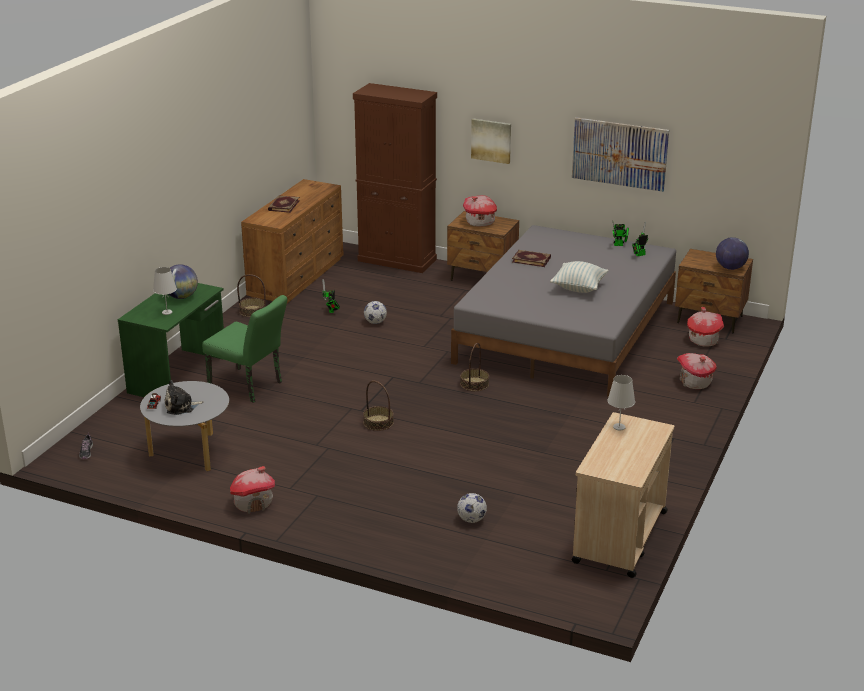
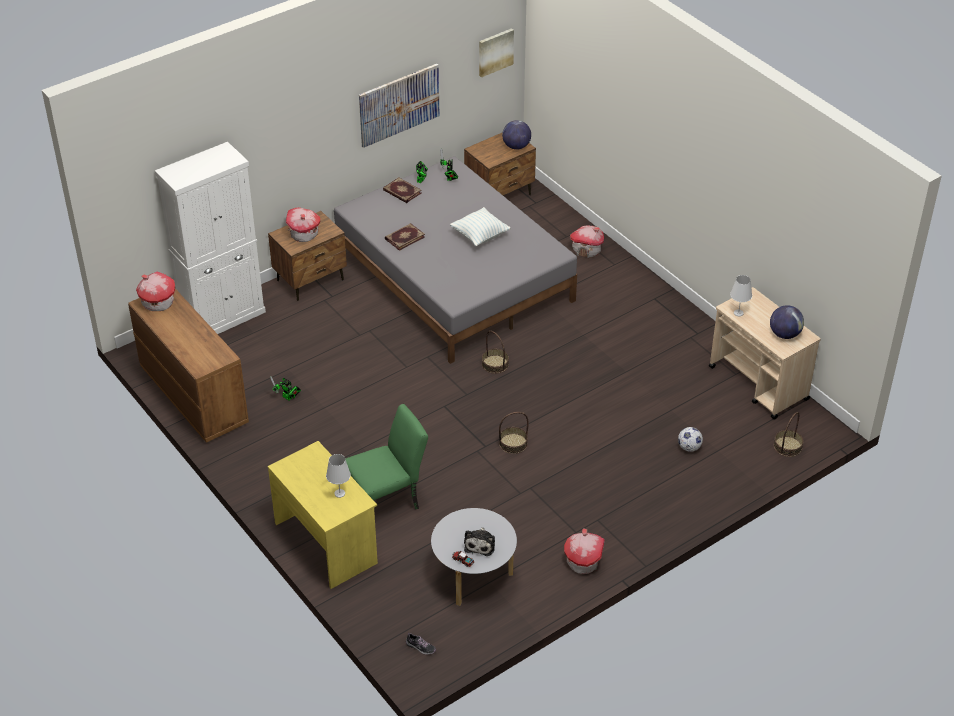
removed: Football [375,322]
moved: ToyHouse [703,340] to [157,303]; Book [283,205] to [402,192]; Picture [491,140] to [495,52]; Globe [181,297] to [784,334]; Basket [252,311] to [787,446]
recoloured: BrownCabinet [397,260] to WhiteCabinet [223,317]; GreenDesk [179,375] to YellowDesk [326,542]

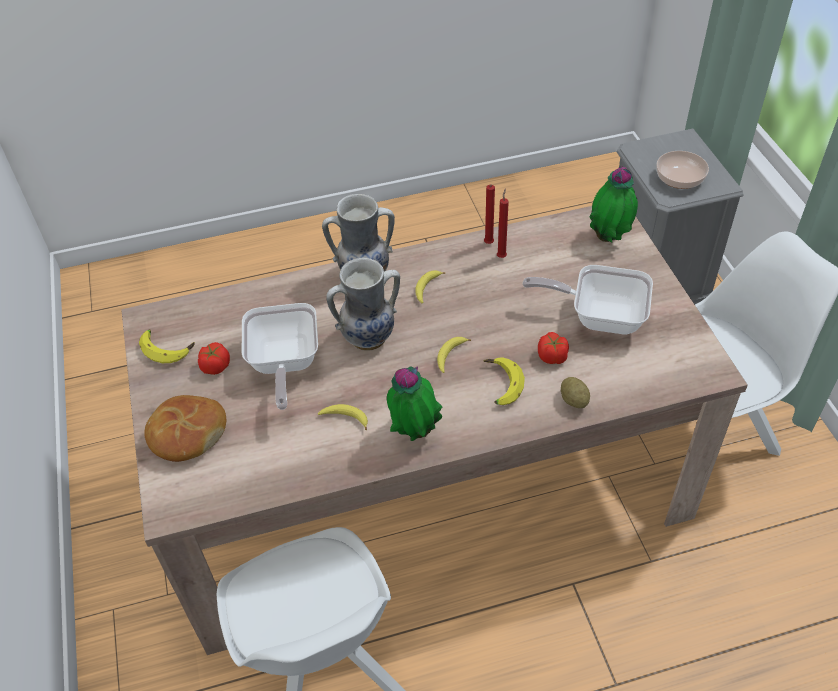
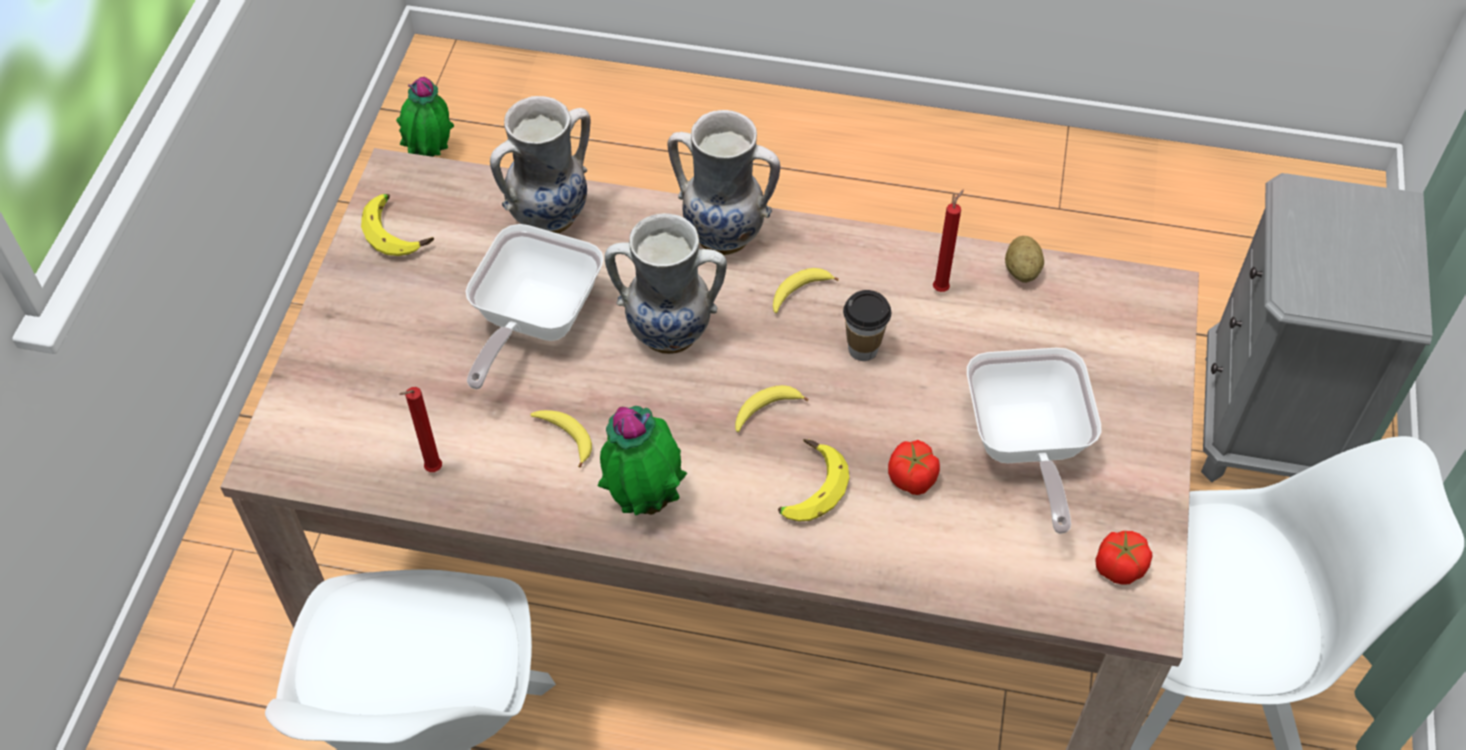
removed: Bread [187,434]; Bowl [679,179]
added: Vase [550,218]; Cup [863,349]
moved: PottedPlant [609,238] to [431,157]; RedCandle [488,244] to [431,471]; Potato [574,400] to [1021,271]; Tomato [215,366] to [1118,567]
turned: FryingPan [599,316] = [1025,447] 135 degrees counterclockwise

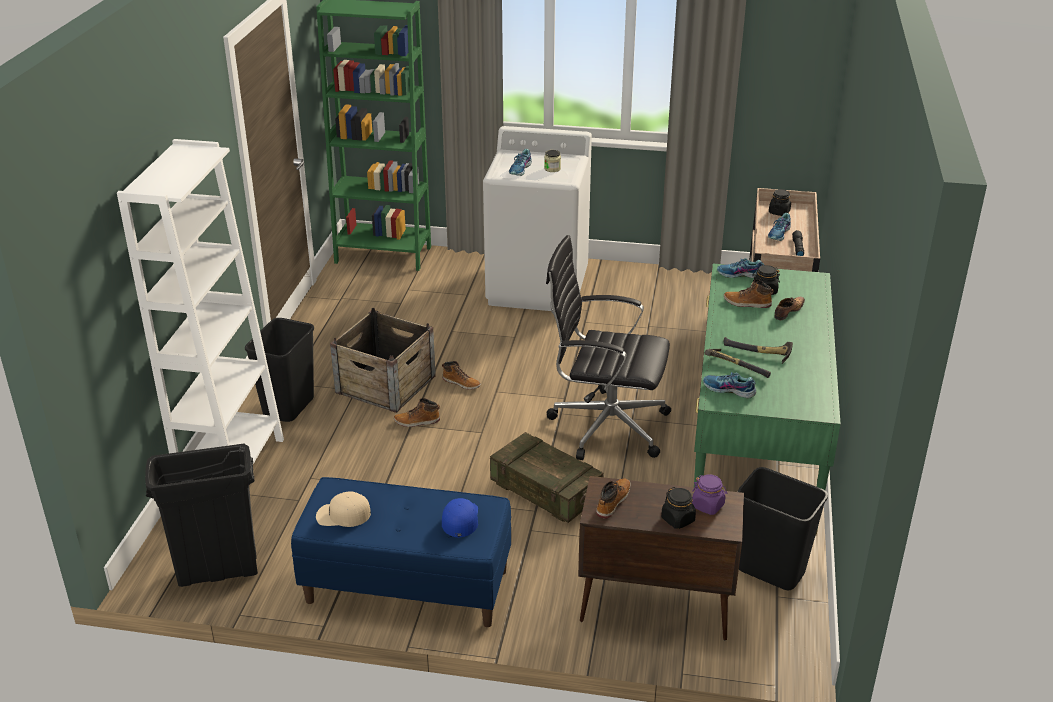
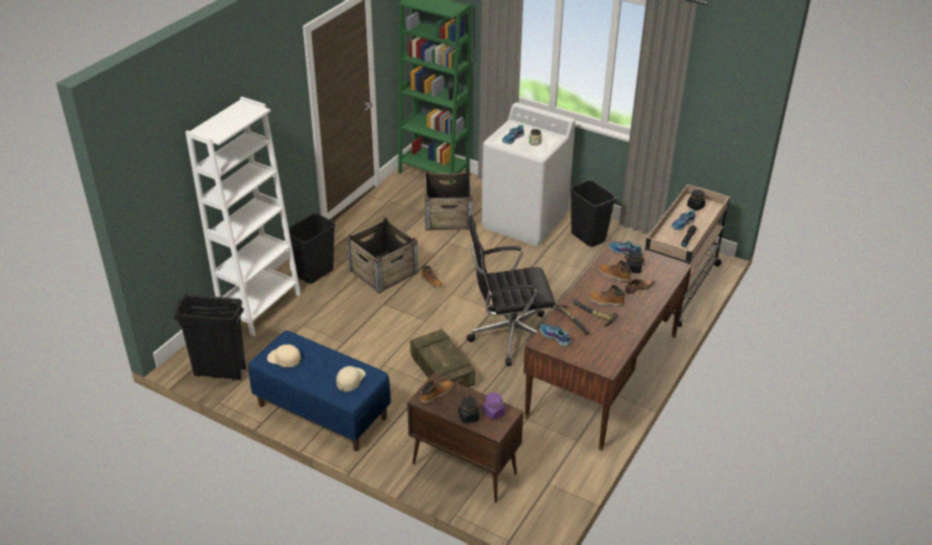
added: Crate [448,216]
moved: BlackTrashCan [770,571] to [587,237]; Boot [417,422] to [606,302]
recoloured: BlueCap [460,519] to BeigeCap [350,379]; GreenDesk [756,444] to BrownDesk [603,375]
turned: BlackOfficeChair [605,425] = [509,336] 45 degrees counterclockwise

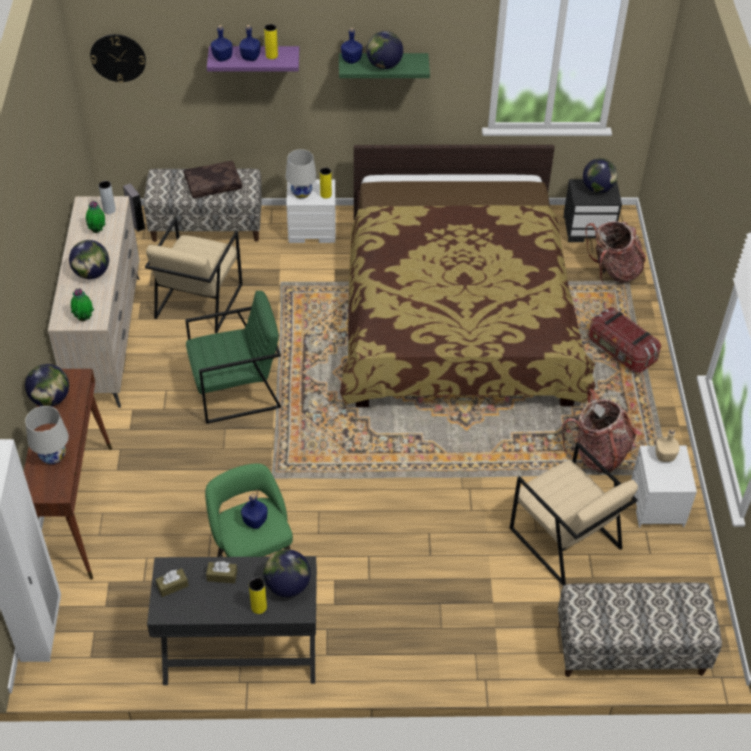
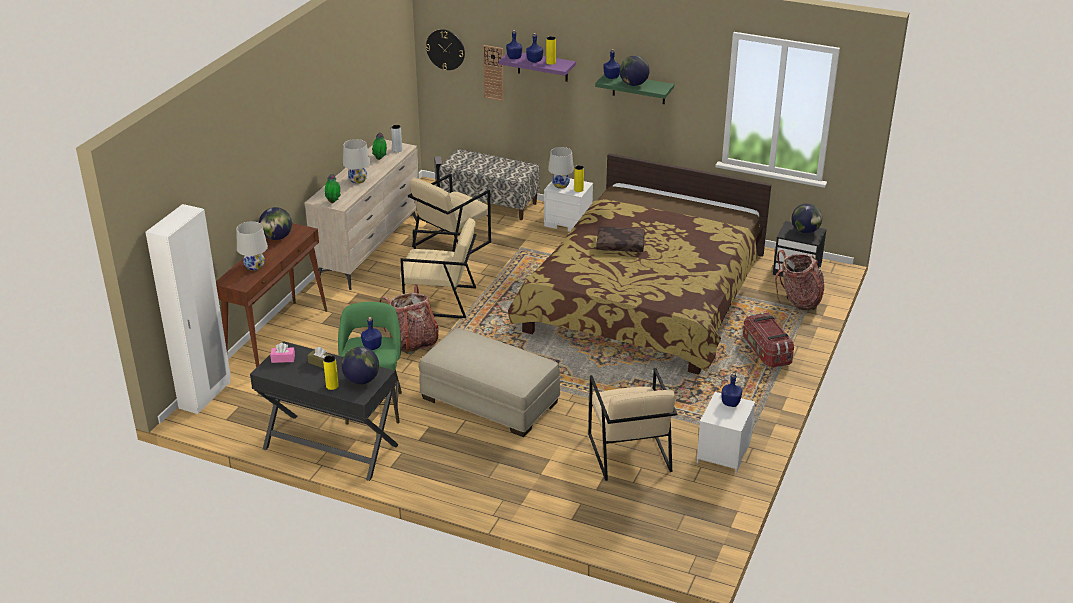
removed: Bench [630,649]
added: BeigeOttoman [489,400]; WallClock [493,72]
moved: Backpack [598,454] to [413,342]; BrownPillow [213,184] to [620,244]
replaced: Globe [92,274] to WhiteTableLamp [358,180]
recoloured: BrownTissueBox [172,586] to PinkTissueBox [283,359]; GreenArmchair [236,390] to BeigeArmchair [440,300]; BeigeBottle [665,456] to BlueBottle [731,403]

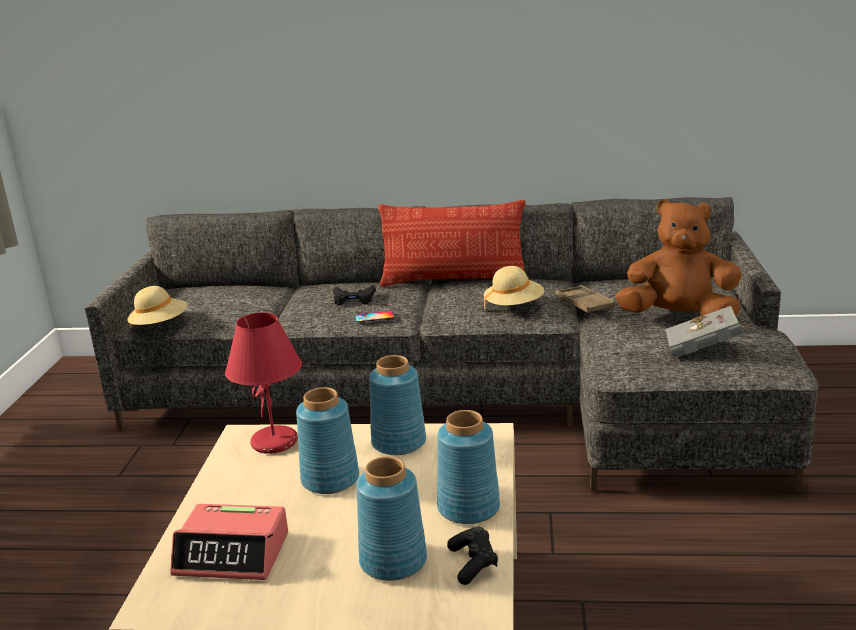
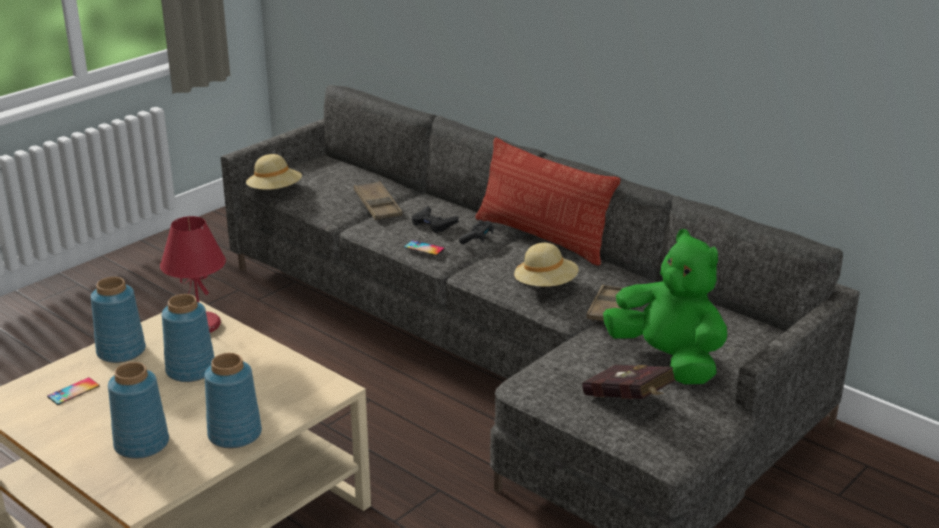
added: BrownTray [377,205]
moved: BlueVase [399,443] to [121,352]; BlackGameController [473,563] to [477,239]
replaced: AlarmClock [233,554] to Phone [73,391]
recoloured: GreyBook [705,350] to RedBook [629,402]; BrownPlushToy [678,318] to GreenPlushToy [667,360]

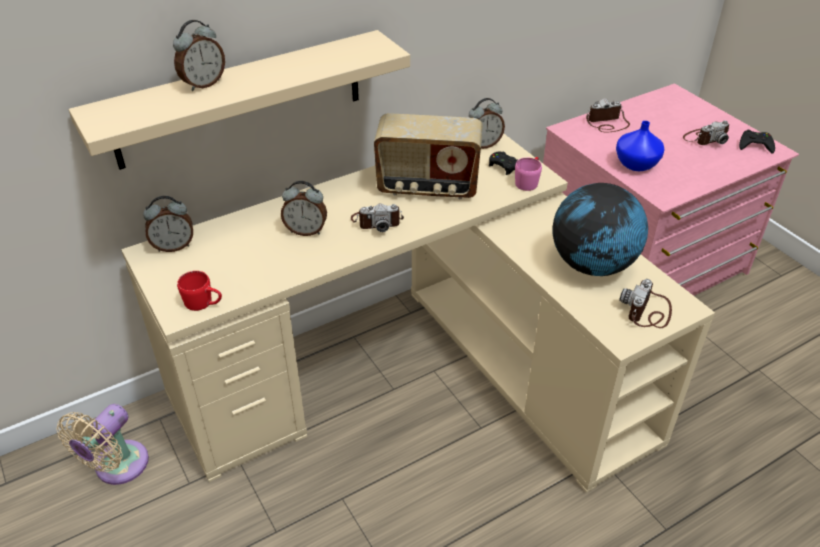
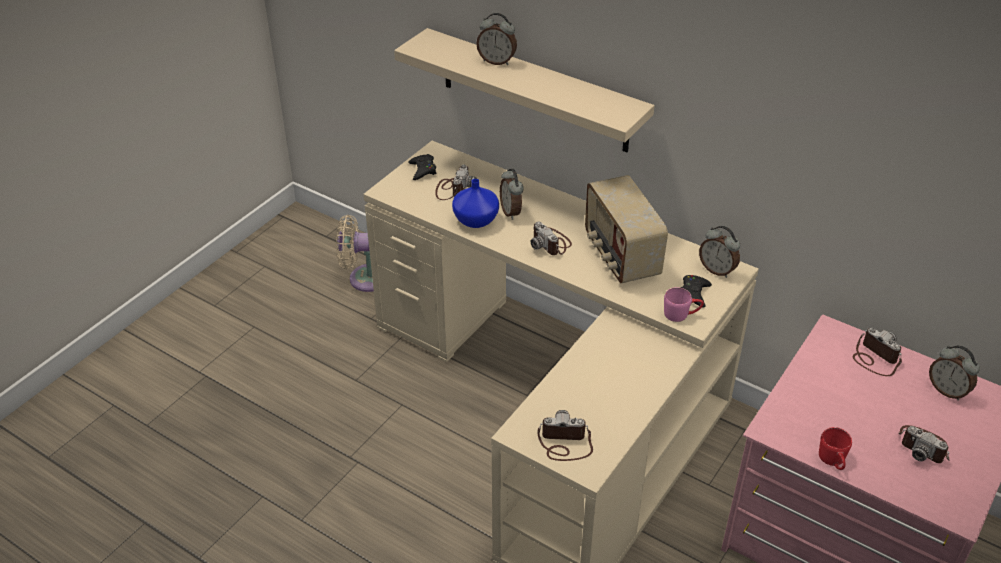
removed: Globe [592,265]
added: PhotoCamera [453,189]
moved: BlackGameController [755,145] to [423,170]; BlueVase [636,164] to [476,220]; RedMug [204,303] to [834,461]; AlarmClock [173,246] to [947,390]

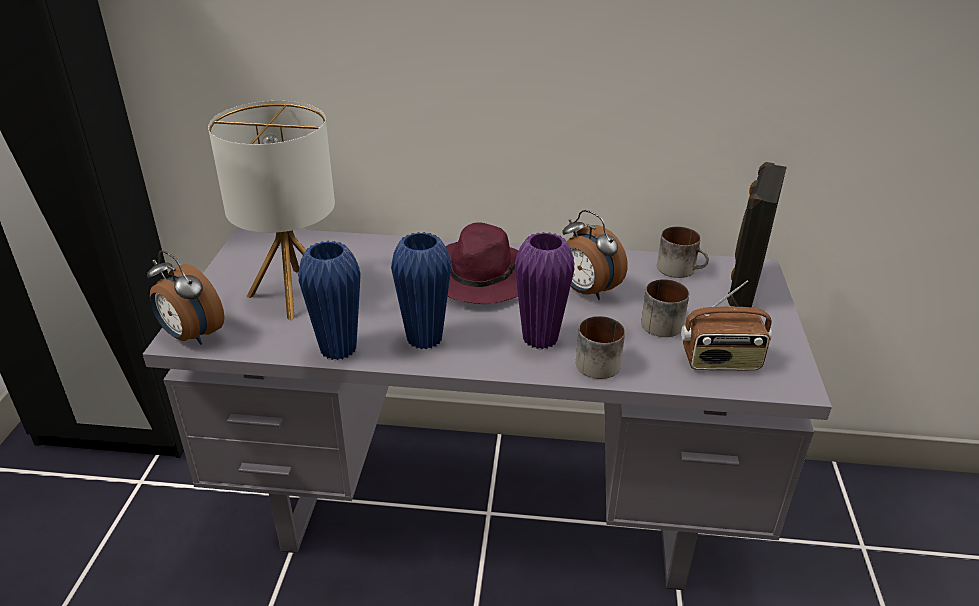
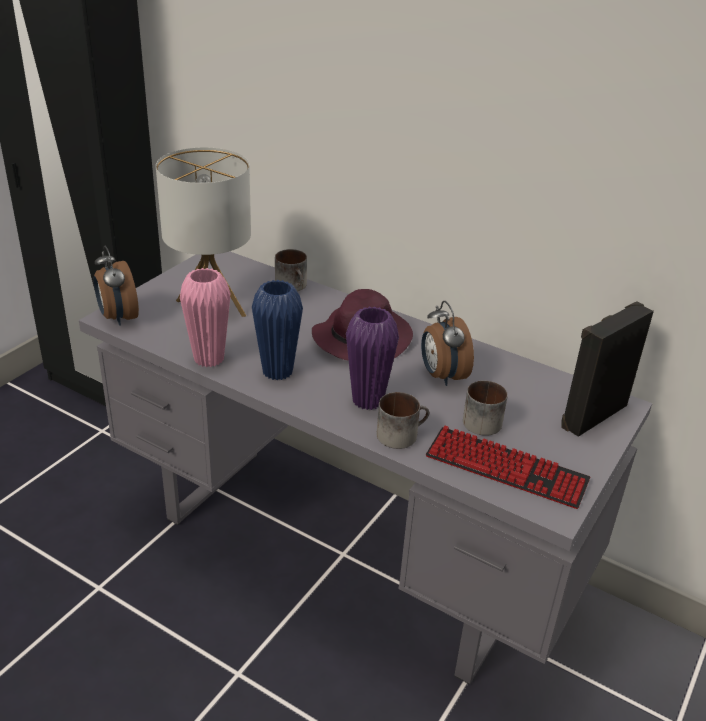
moved: Mug [681,269] to [294,286]
replaced: Radio [721,361] to Keyboard [506,469]
recoloured: BlueVase [338,349] to PinkVase [209,359]

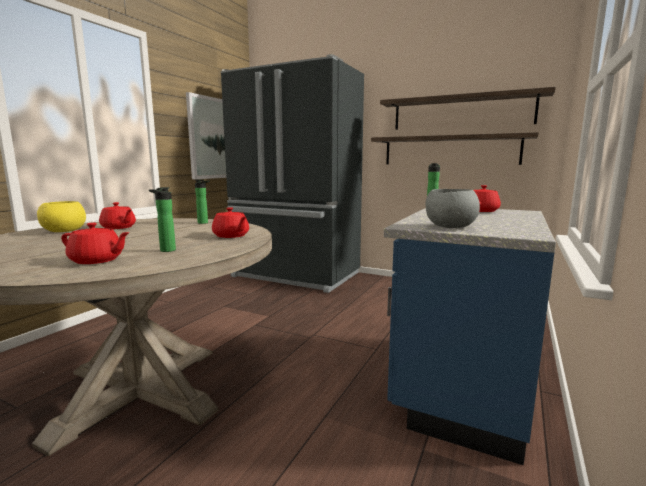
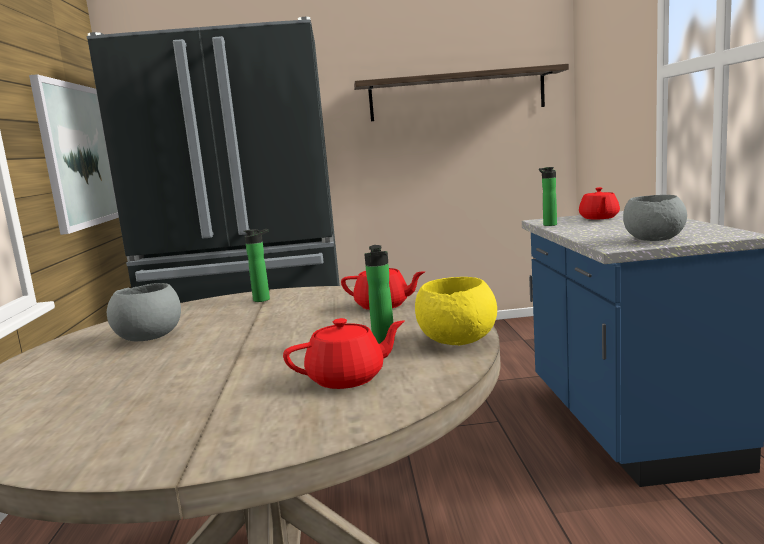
removed: Shelf [449,150]
moved: YellowBowl [64,231] to [455,340]
replaced: RedTeapot [118,227] to GreyBowl [150,337]

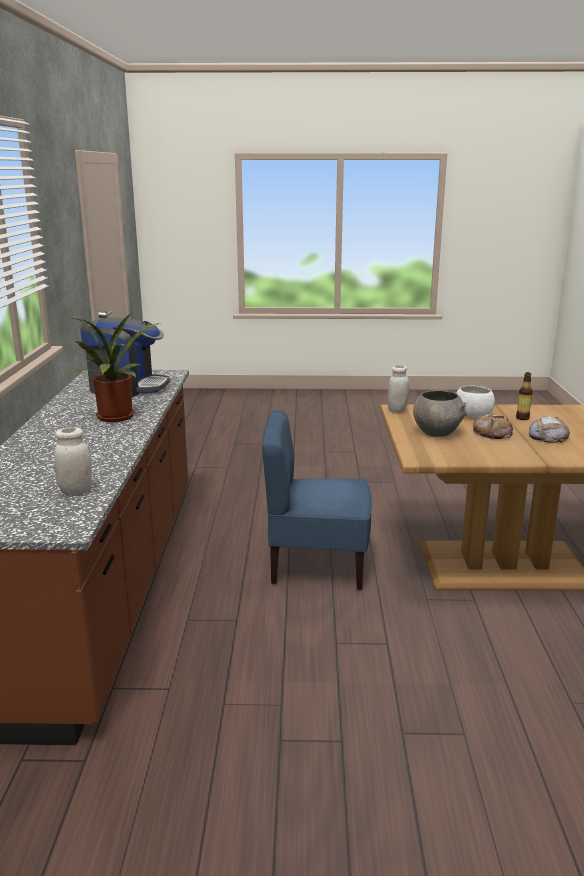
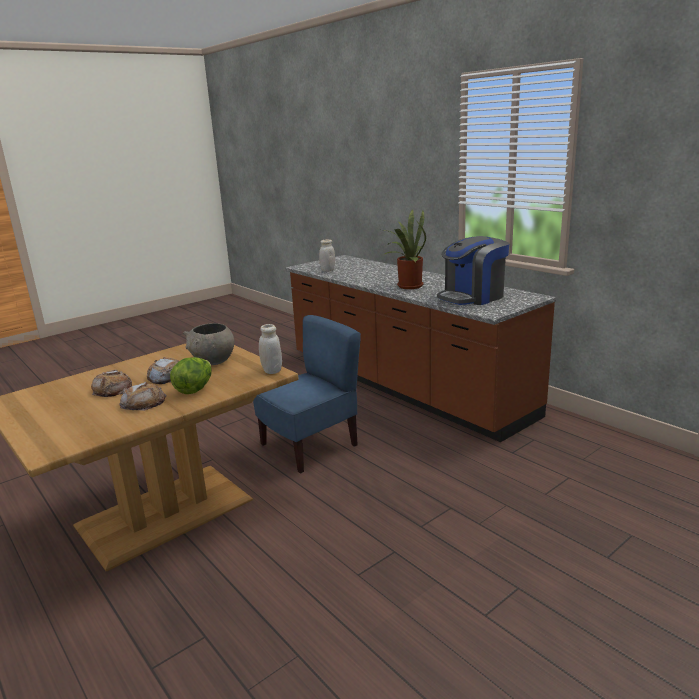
replaced: Bottle [522,418] to Bread [143,402]; WhiteBowl [474,415] to Lettuce [195,389]

